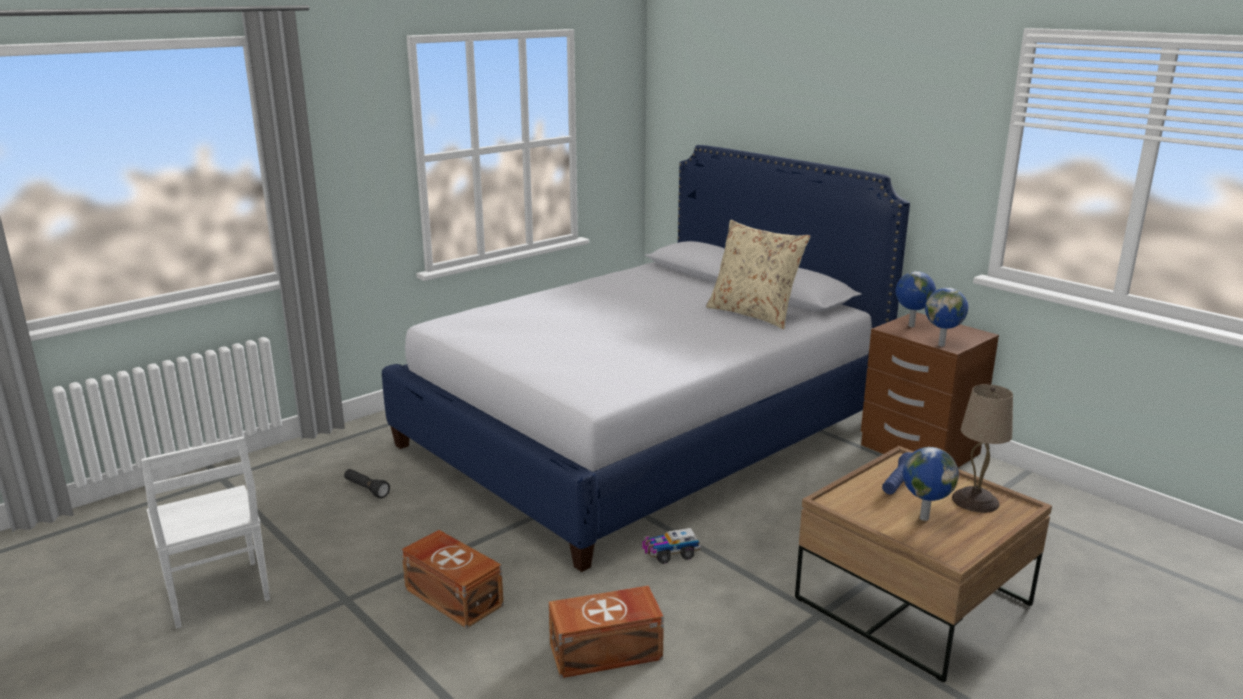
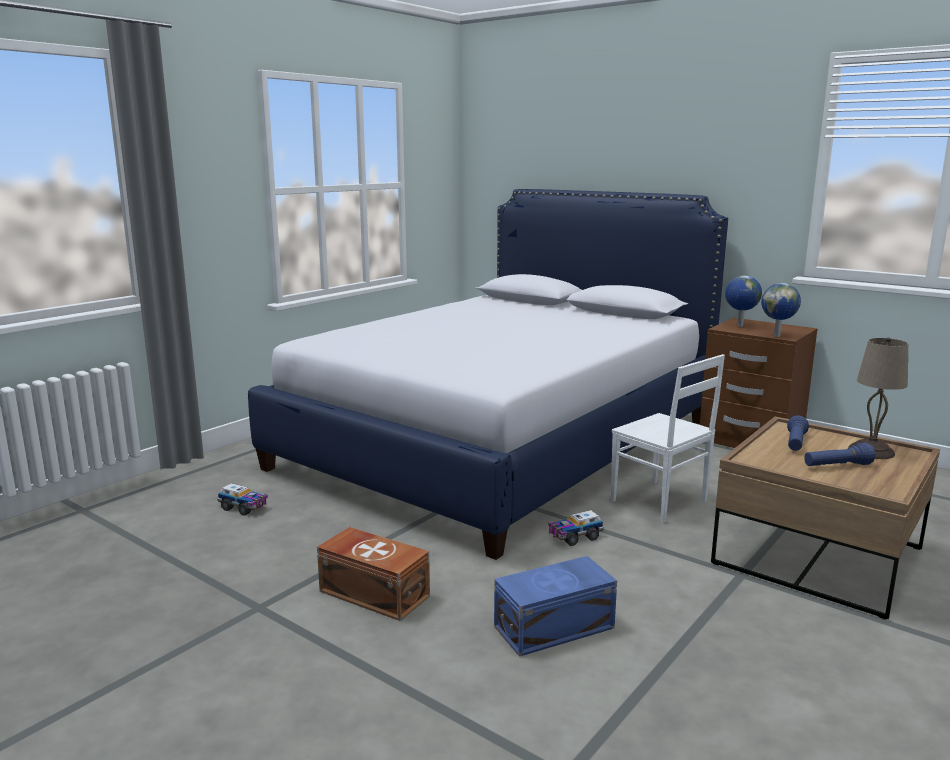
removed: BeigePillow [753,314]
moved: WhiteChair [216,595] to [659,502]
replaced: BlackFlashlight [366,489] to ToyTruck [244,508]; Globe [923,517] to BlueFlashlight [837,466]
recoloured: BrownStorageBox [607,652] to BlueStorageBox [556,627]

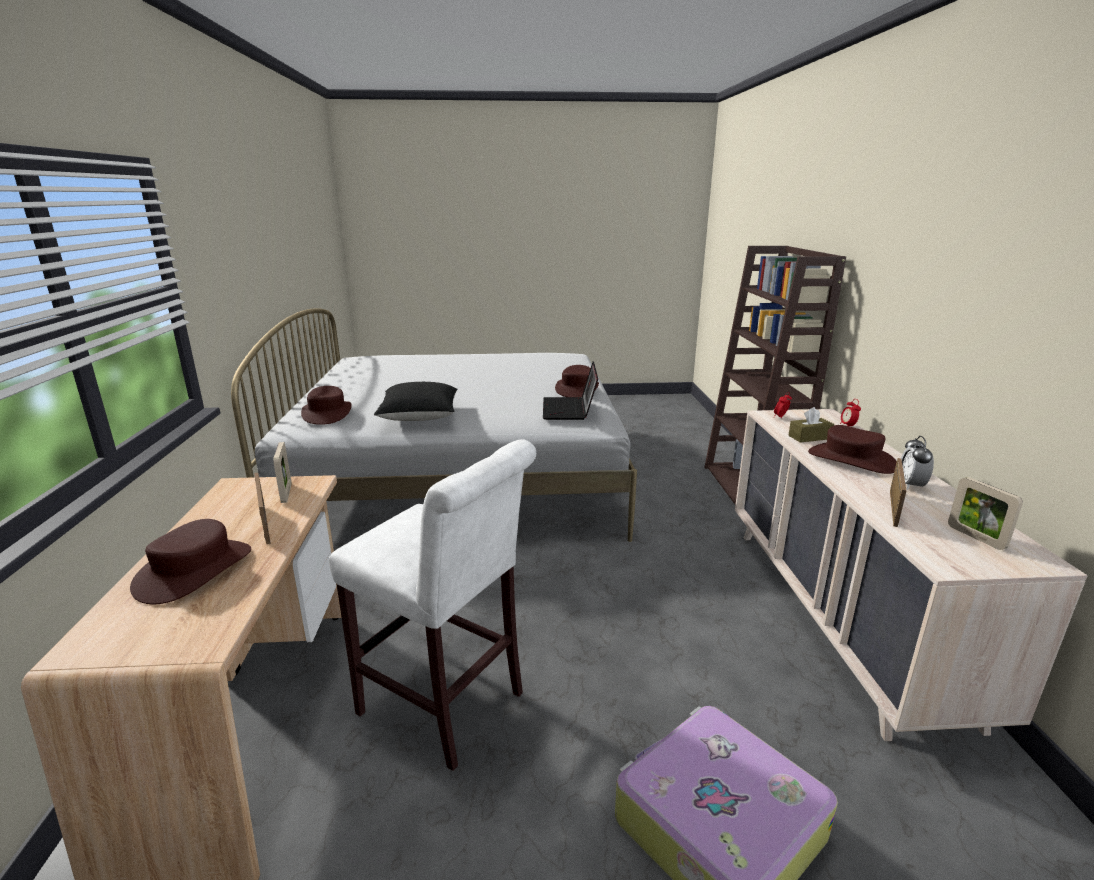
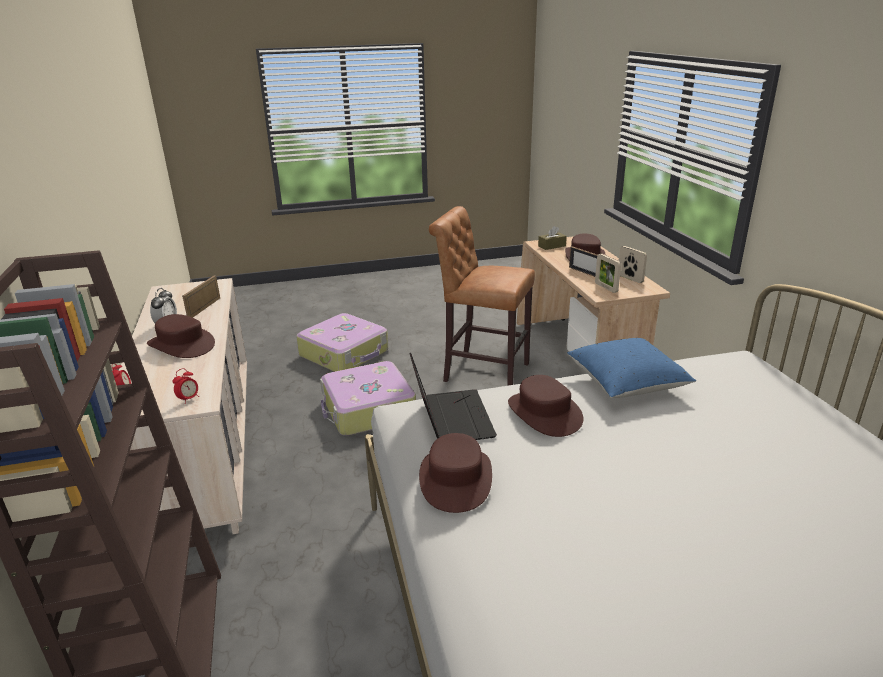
added: Suitcase [368,410]
moved: BrownHat [327,413] to [544,413]; BrownTissueBox [809,437] to [552,246]; PictureFrame [976,537] to [630,278]
recoloured: WhiteStool [448,707] to BrownStool [481,372]; BlackPillow [419,416] to BluePillow [626,384]

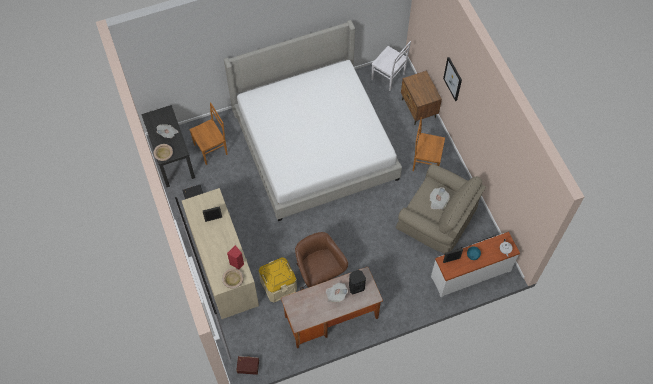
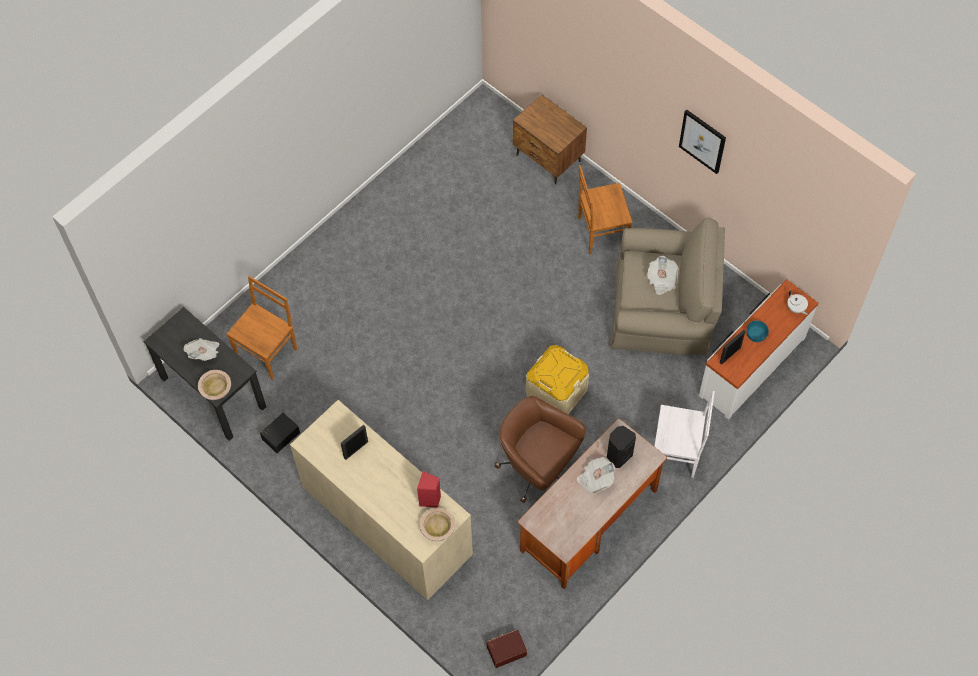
removed: Bed [314,144]
moved: BeigeStorageBox [278,285] to [556,392]; WhiteChair [389,77] to [677,453]; Picture [453,79] to [702,141]

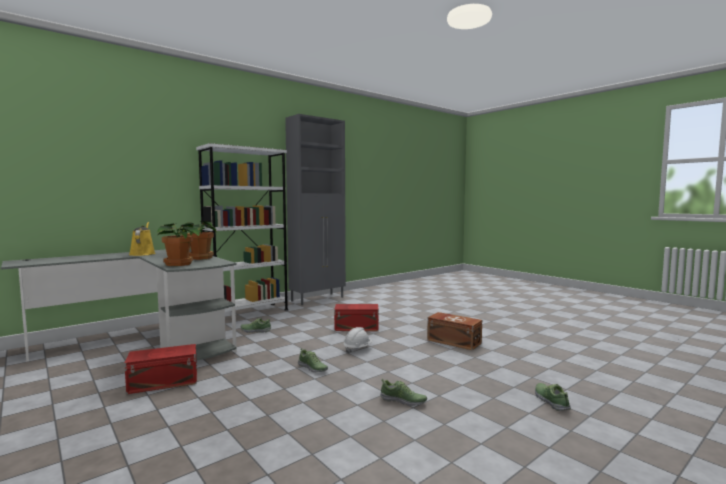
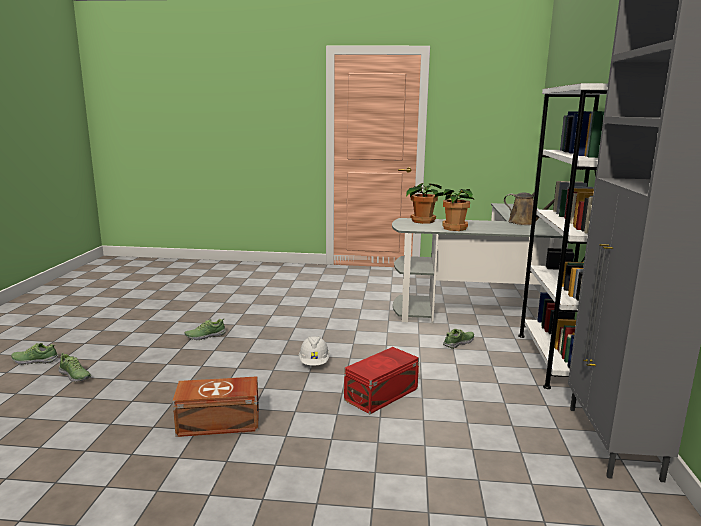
removed: RedStorageBox [162,382]
moved: Shoe [313,368] to [35,360]
recoloured: YellowWateringCan [143,254] to BrownWateringCan [525,222]

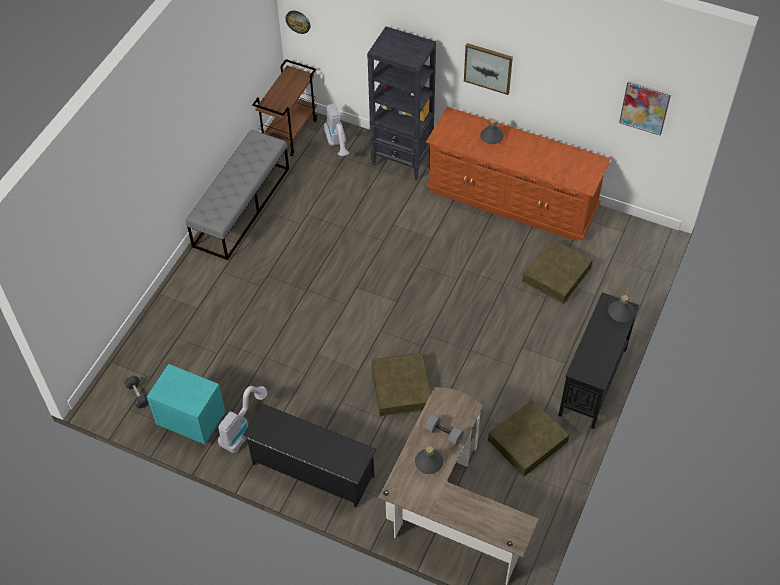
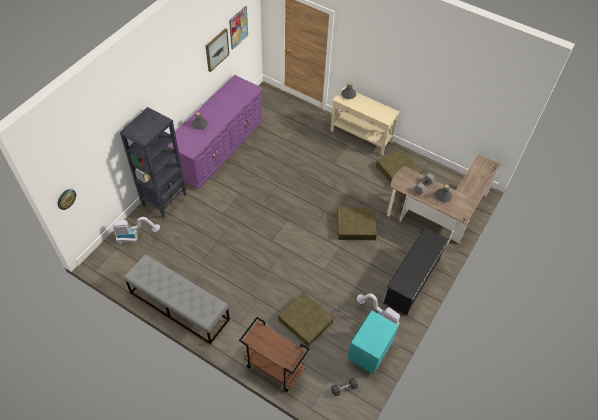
moved: Picture [488,68] to [216,49]; BrownCart [289,132] to [274,367]; BrownStorageBox [556,274] to [305,321]
recoloured: BrownDresser [512,200] to PurpleDresser [219,148]; BlackConsoleTable [592,381] to BeigeConsoleTable [361,136]

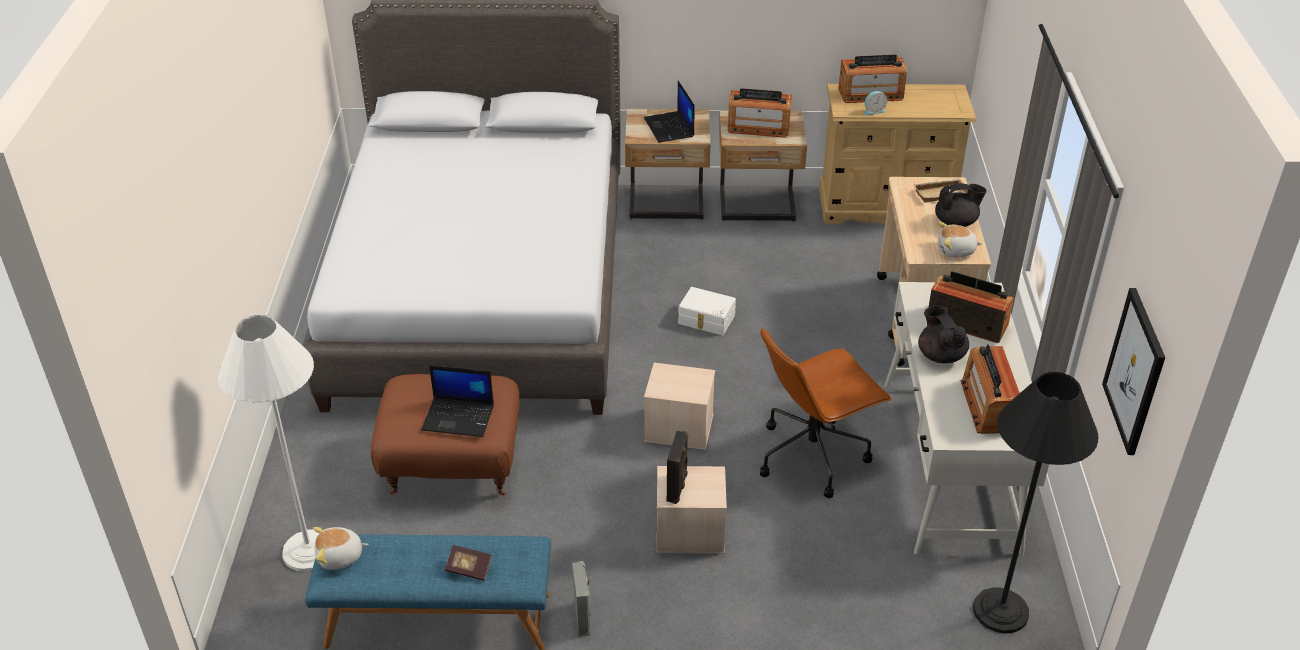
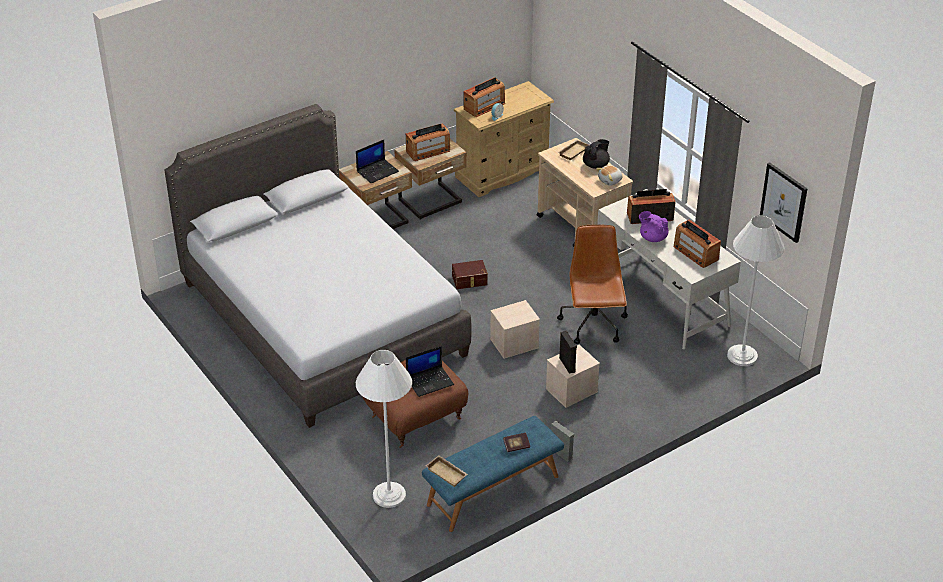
replaced: PlushToy [340,557] to BeigeTray [447,473]
recoloured: WhiteStorageBox [706,320] to BrownStorageBox [469,280]; BlackTeapot [940,355] to PurpleTeapot [652,238]; BlackFloorLamp [1000,611] to WhiteFloorLamp [742,356]
turned: Laptop [670,128] = [377,171] 75 degrees counterclockwise; BrownOfficeChair [813,455] = [593,325] 150 degrees clockwise

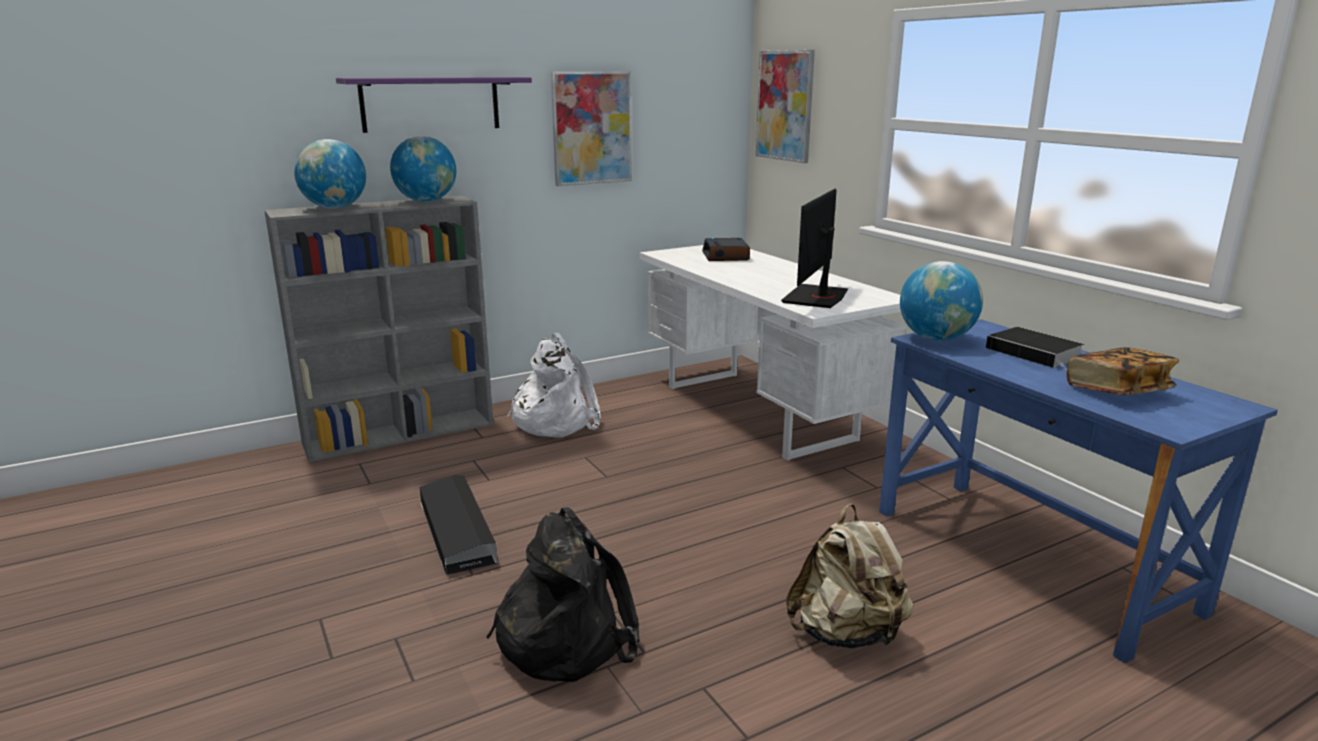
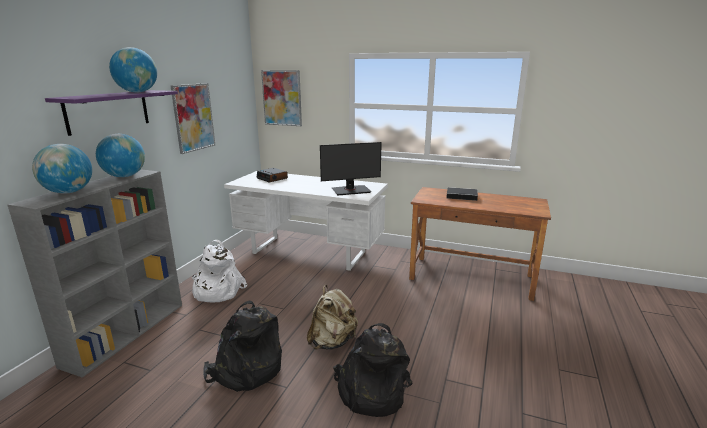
removed: Book [1117,391]
moved: Globe [936,339] to [137,92]; BeigeBackpack [846,634] to [332,342]
replaced: BlackStorageBox [457,531] to BlackBackpack [246,370]
recoloured: BlueDesk [1029,559] to BrownDesk [471,277]
turned: Monitor [816,297] = [350,190] 90 degrees counterclockwise

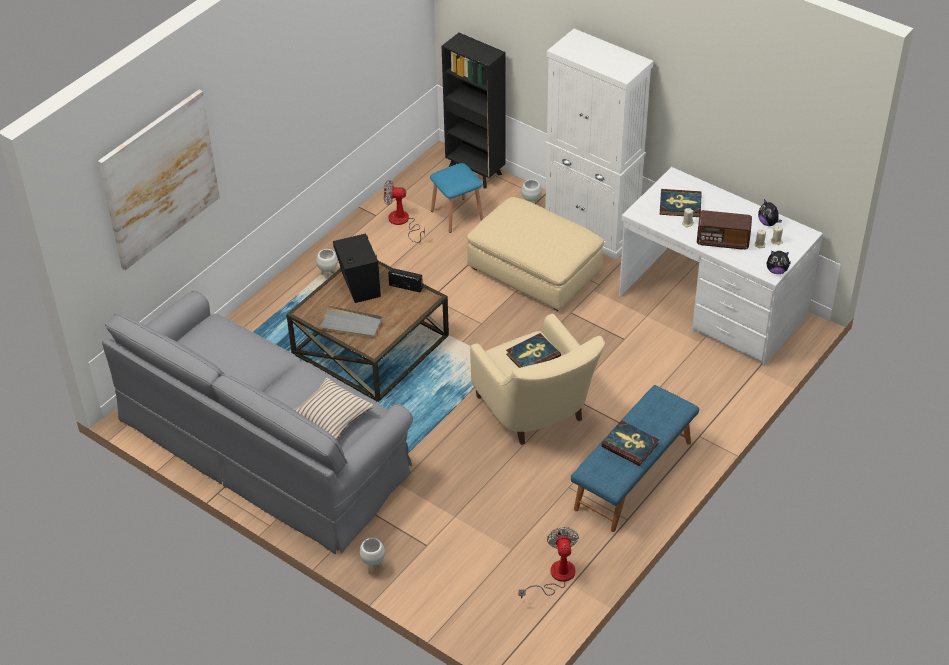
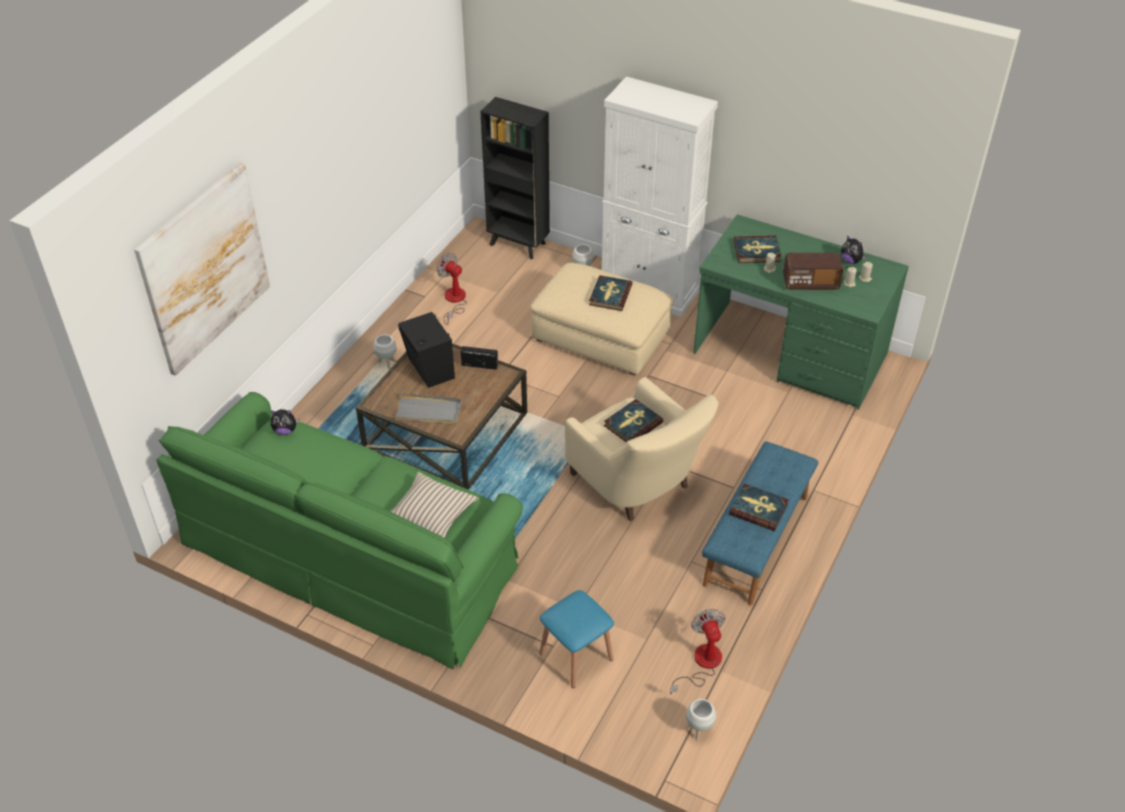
added: Book [610,295]
moved: PlushToy [776,271] to [285,430]; BlueStool [457,215] to [576,656]; WhitePlanter [373,567] to [698,730]
recoloured: GreySofa [266,446] to GreenSofa [353,555]; WhiteDesk [712,306] to GreenDesk [790,354]
turned: Fan [402,222] = [454,301] 45 degrees clockwise

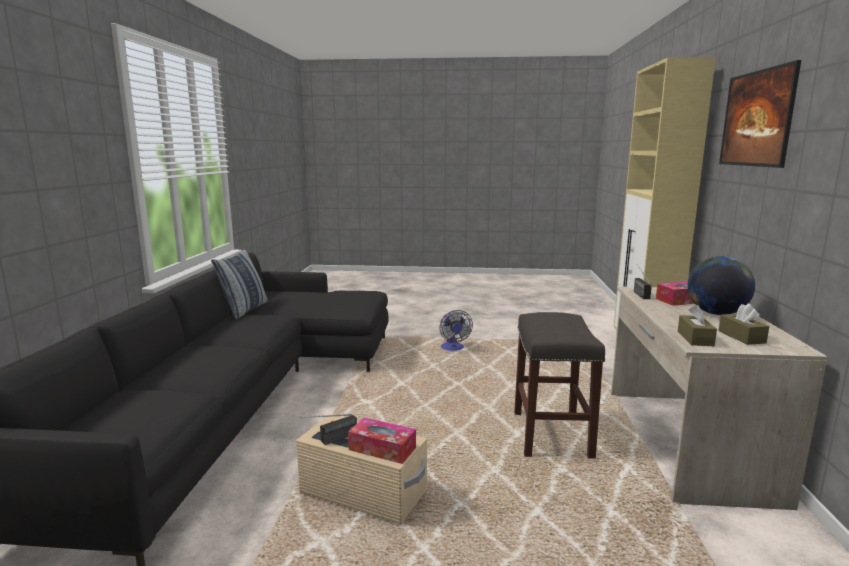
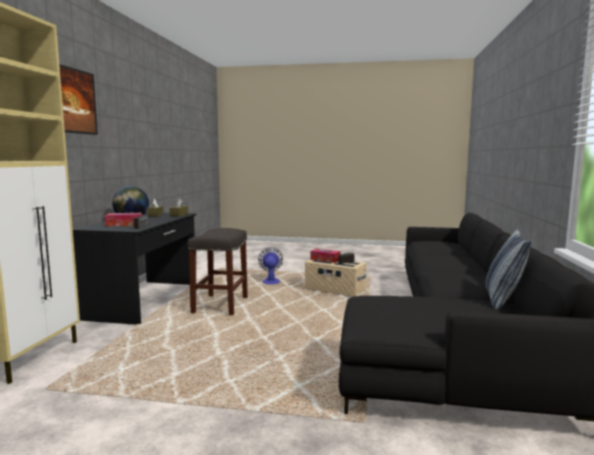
moved: Fan [453,349] to [271,281]
recoloured: BeigeDesk [684,441] to BlackDesk [145,300]

